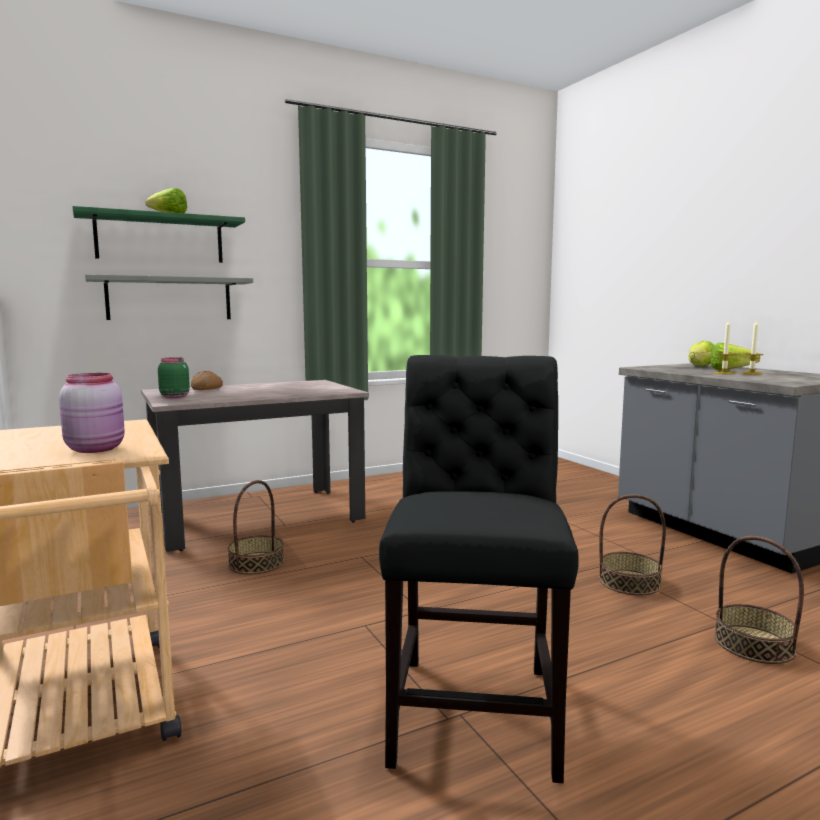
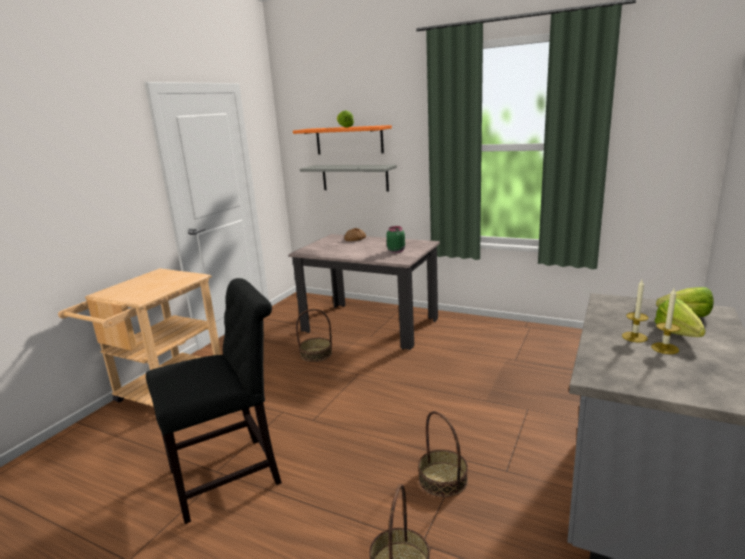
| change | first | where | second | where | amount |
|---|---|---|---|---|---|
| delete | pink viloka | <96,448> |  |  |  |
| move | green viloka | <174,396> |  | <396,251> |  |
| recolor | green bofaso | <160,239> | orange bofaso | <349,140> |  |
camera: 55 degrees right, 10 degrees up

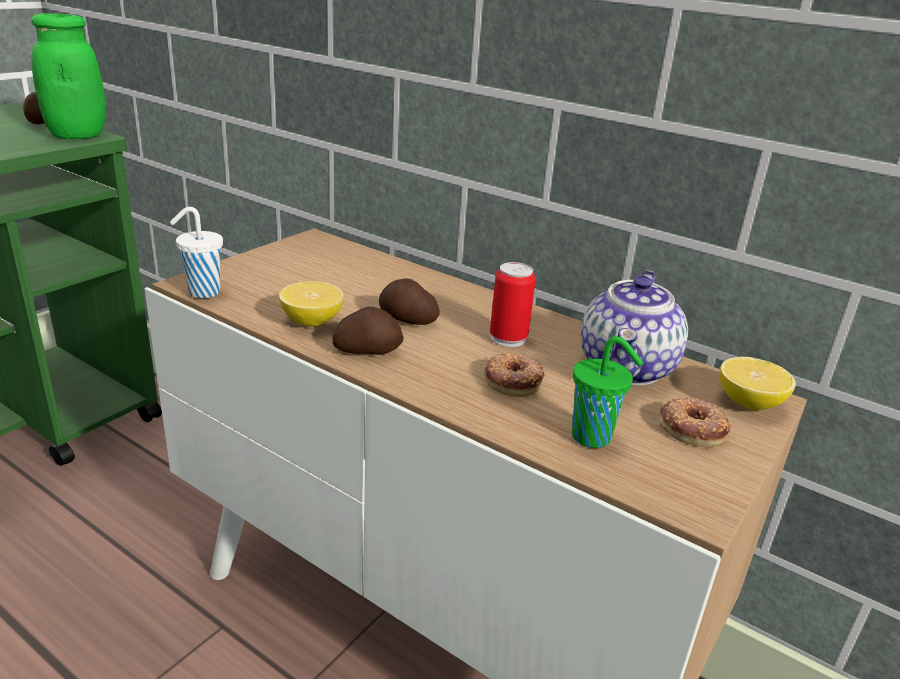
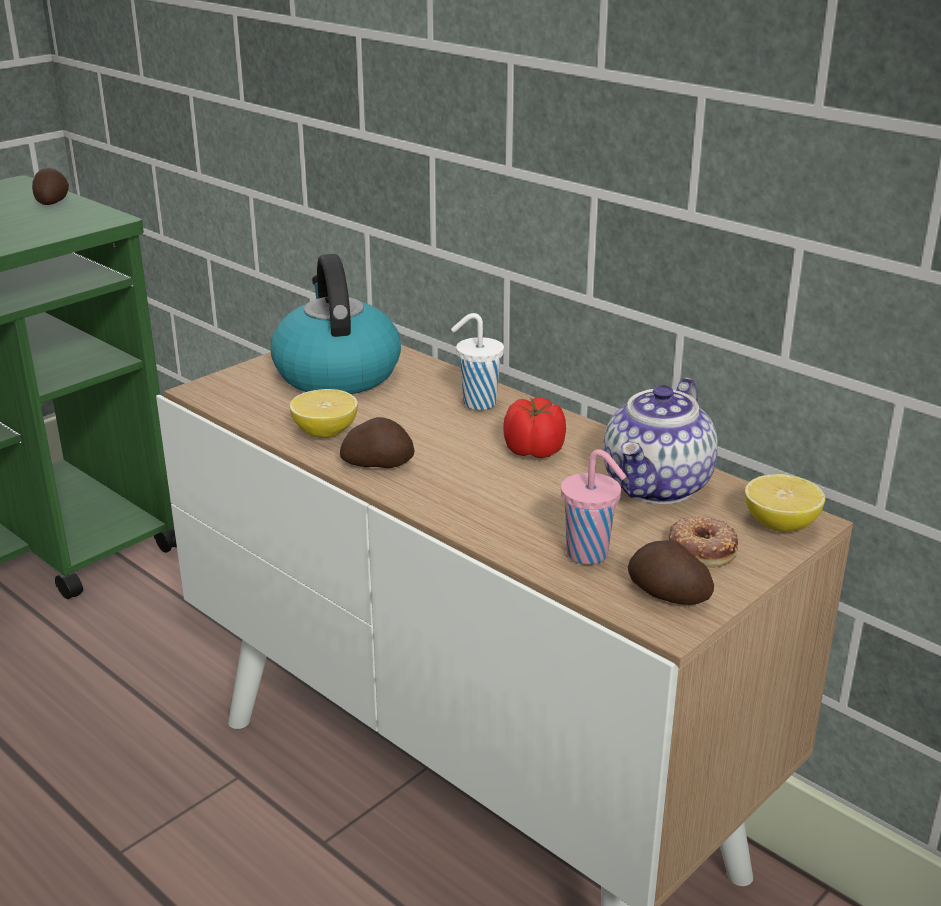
| change | first | where | second | where | amount |
|---|---|---|---|---|---|
| delete | green viloka | <77,135> |  |  |  |
| delete | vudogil | <513,380> |  |  |  |
| insert |  |  | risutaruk | <336,373> |  |
| move | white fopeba | <202,292> |  | <477,403> |  |
| move | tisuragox | <407,320> |  | <667,595> |  |
| replace | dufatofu | <508,338> | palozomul | <535,452> |  |
| recolor | green fopeba | <593,438> | pink fopeba | <590,555> |  |
camera: 10 degrees right, 0 degrees up

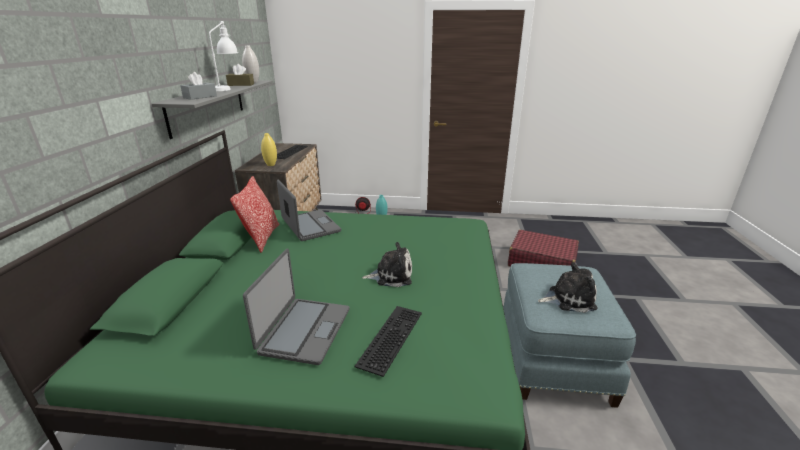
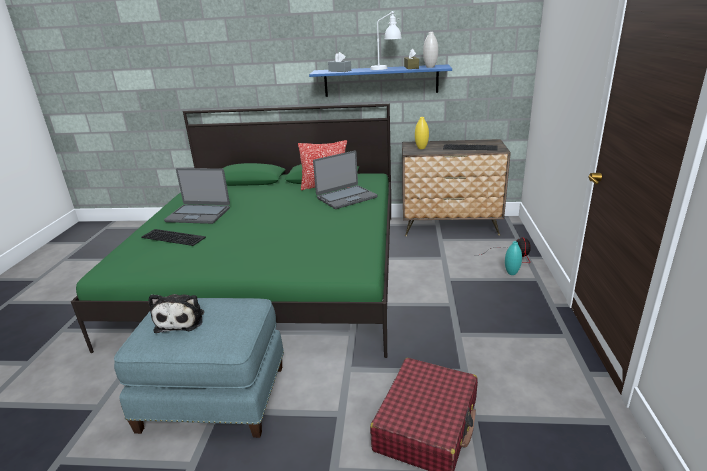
| change | first | where | second | where | amount |
|---|---|---|---|---|---|
| delete | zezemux | <391,275> |  |  |  |
| recolor | grey bofaso | <208,106> | blue bofaso | <380,81> |  |
camera: 90 degrees right, 0 degrees up

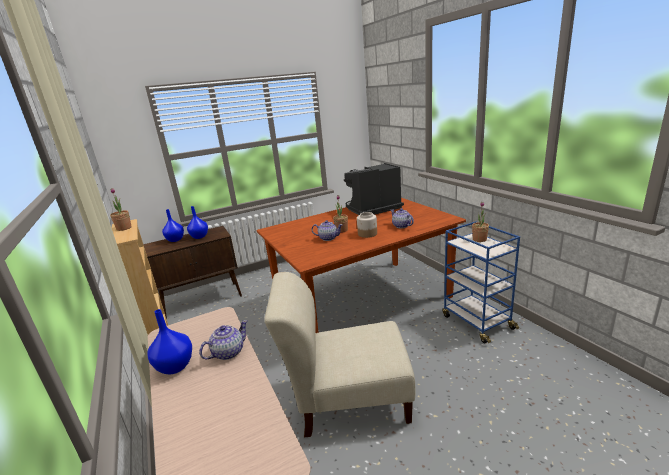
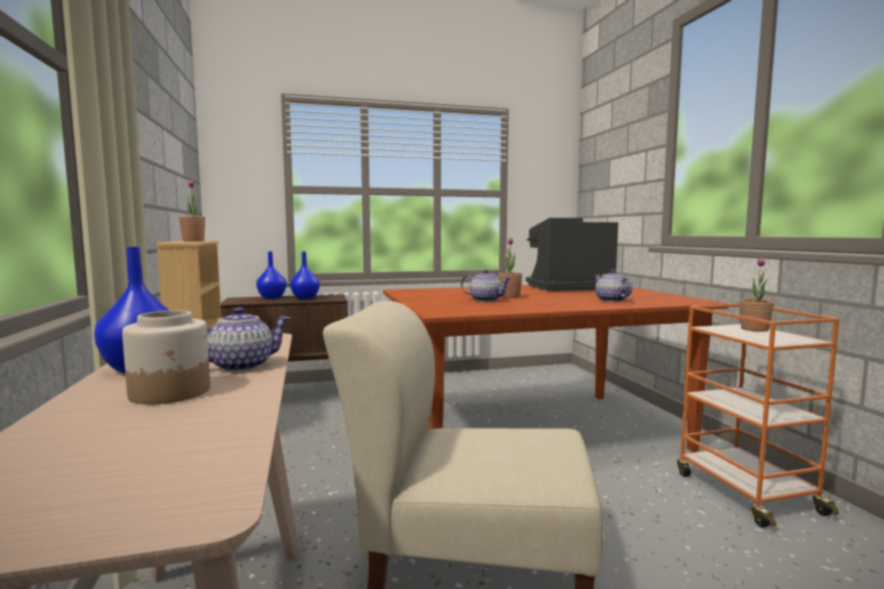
| change | first | where | second | where | amount |
|---|---|---|---|---|---|
| move | viloka | <367,234> |  | <171,392> |  |
| recolor | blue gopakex | <476,321> | orange gopakex | <745,492> |  |
camera: 10 degrees right, 15 degrees down

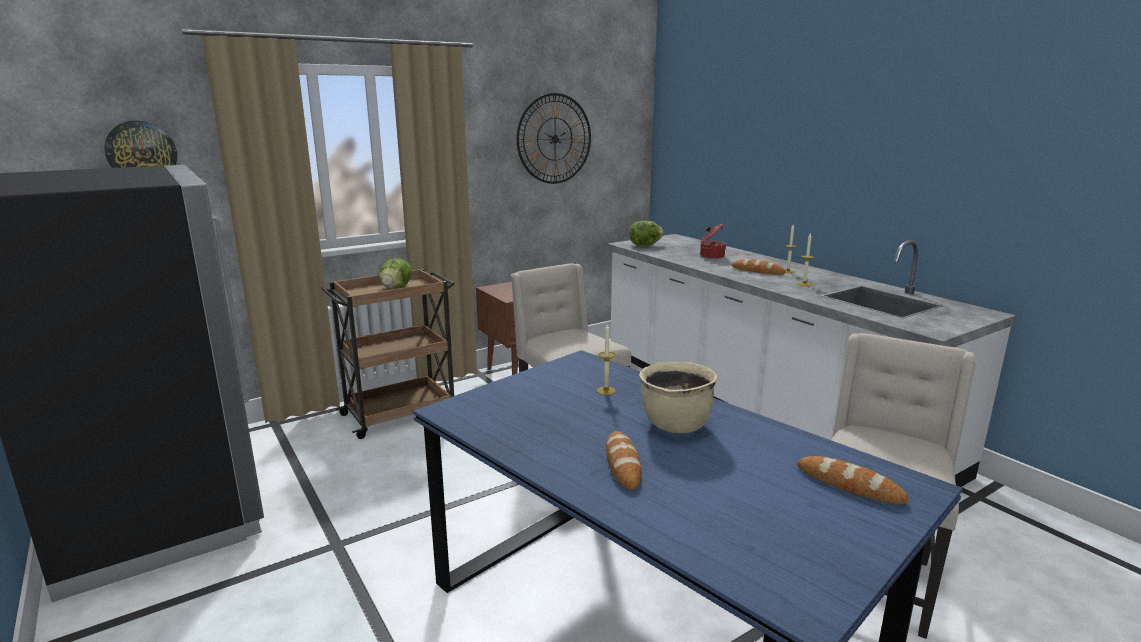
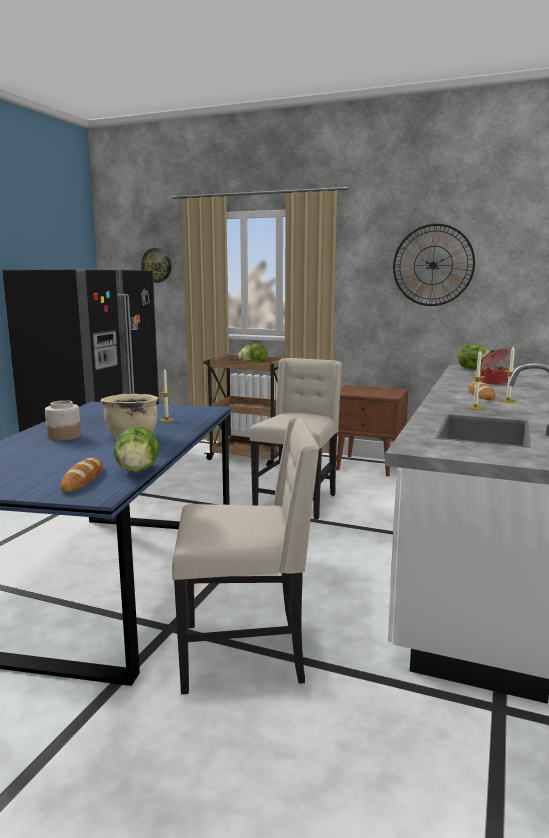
| change | first | where | second | where | amount |
|---|---|---|---|---|---|
| insert |  |  | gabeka | <137,470> |  |
| replace | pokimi | <623,463> | viloka | <64,436> |  |
camera: 55 degrees right, 5 degrees down

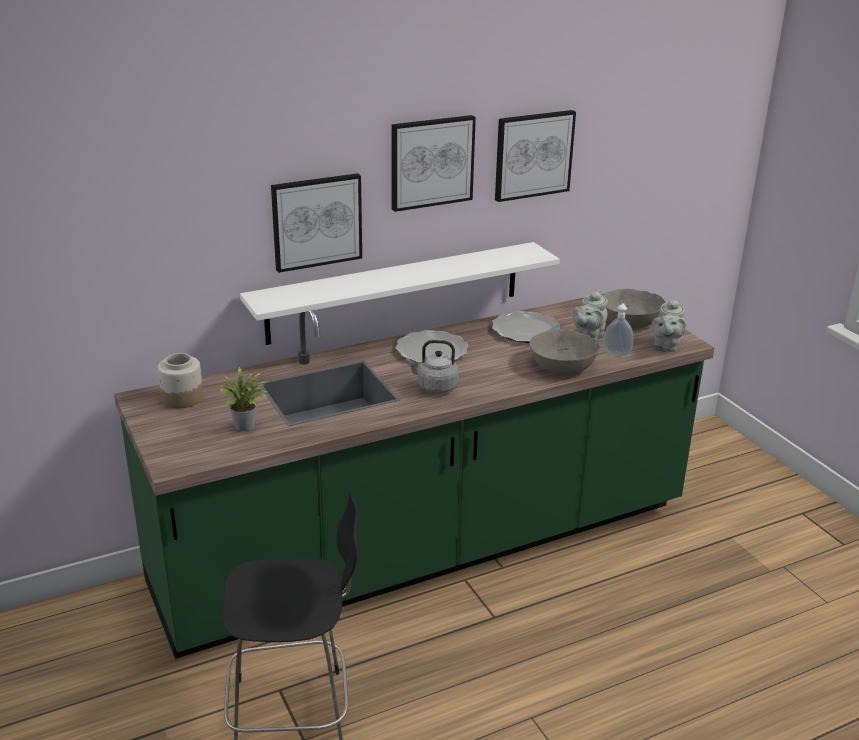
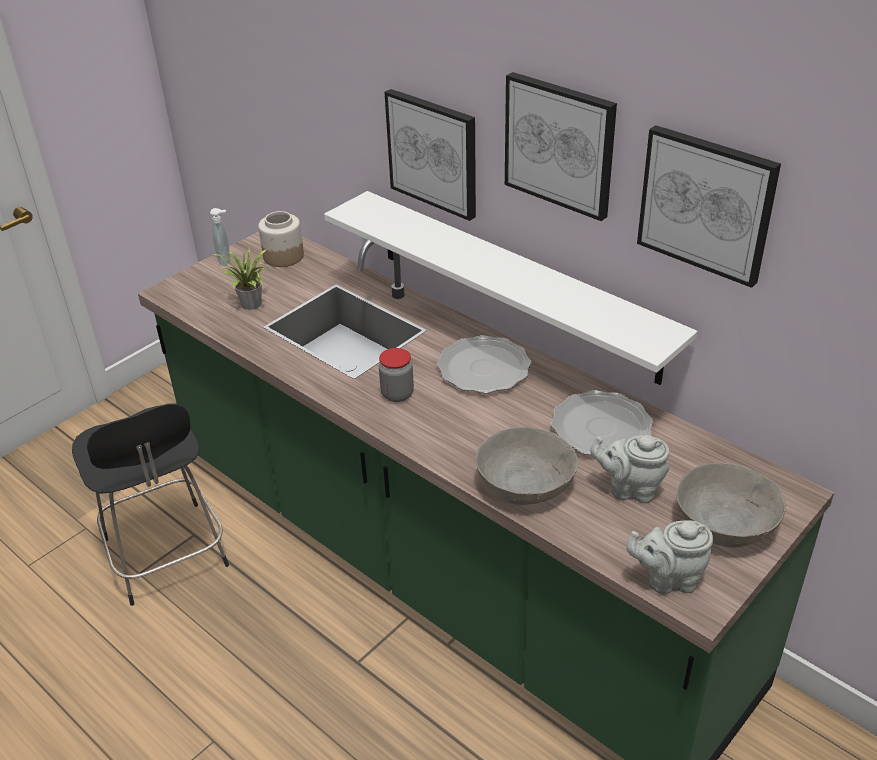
| change | first | where | second | where | amount |
|---|---|---|---|---|---|
| move | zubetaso | <617,353> |  | <226,260> |  |
| replace | grey risutaruk | <434,387> | viloka | <397,394> |  |
camera: 70 degrees right, 10 degrees up

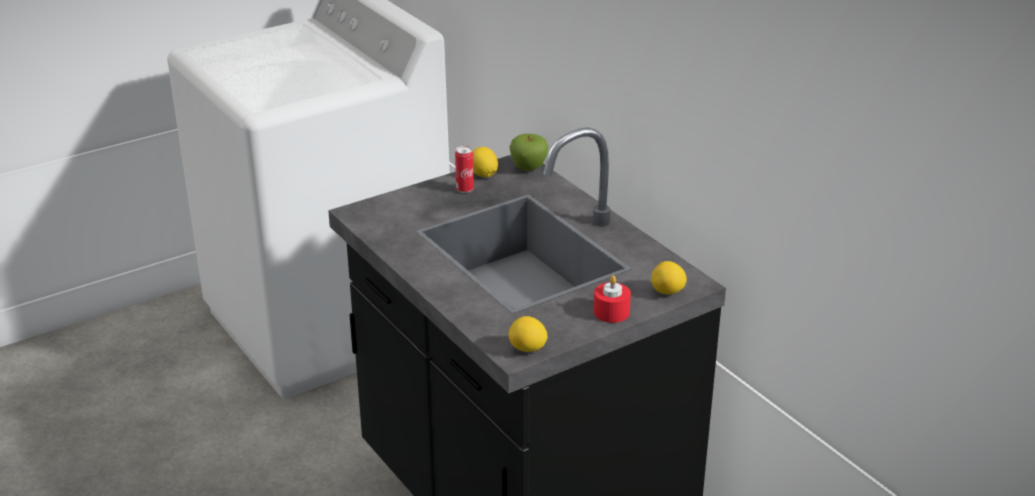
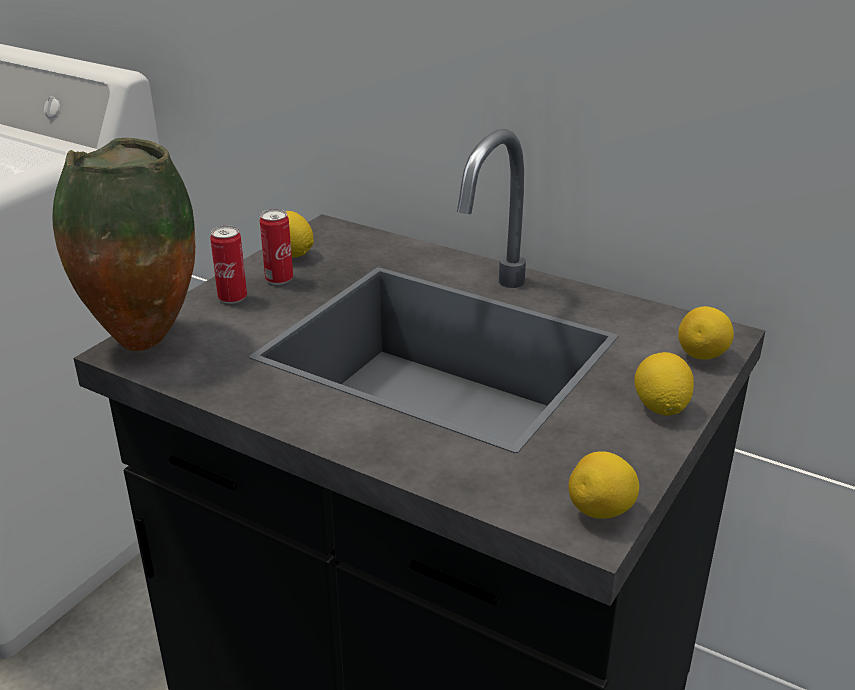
| change | first | where | second | where | amount |
|---|---|---|---|---|---|
| delete | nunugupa | <528,168> |  |  |  |
| insert |  |  | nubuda | <143,340> |  |
| insert |  |  | dufatofu | <232,298> |  |
| replace | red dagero | <611,312> | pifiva | <660,408> |  |
camera: 25 degrees left, 0 degrees up

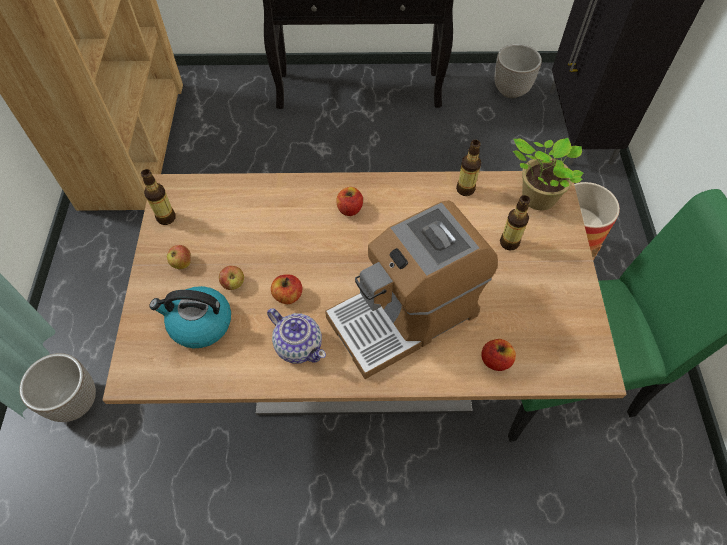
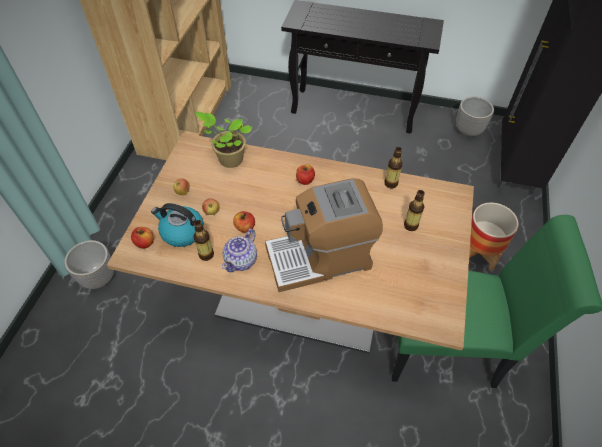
| change | first | where | second | where | amount |
|---|---|---|---|---|---|
| move | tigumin | <166,218> |  | <206,255> |  |
| move | nunugupa | <495,360> |  | <145,242> |  |
| move | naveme | <535,198> |  | <229,159> |  |
| rotate | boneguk | <298,345> |  | <241,260> | 60 degrees clockwise |
camera: 15 degrees right, 5 degrees down

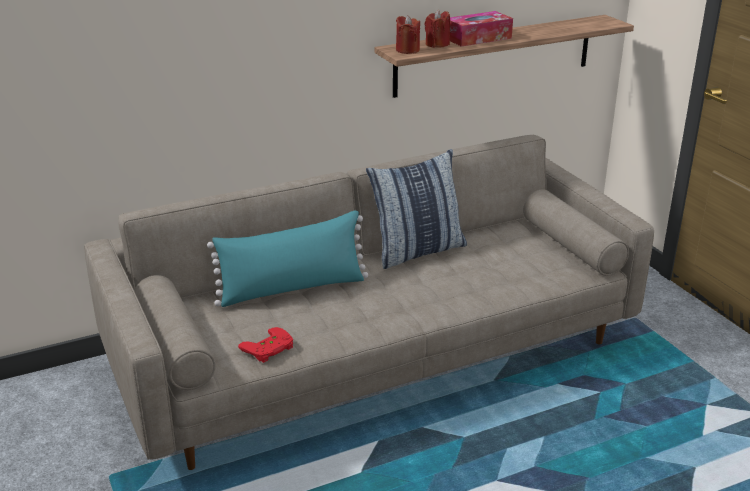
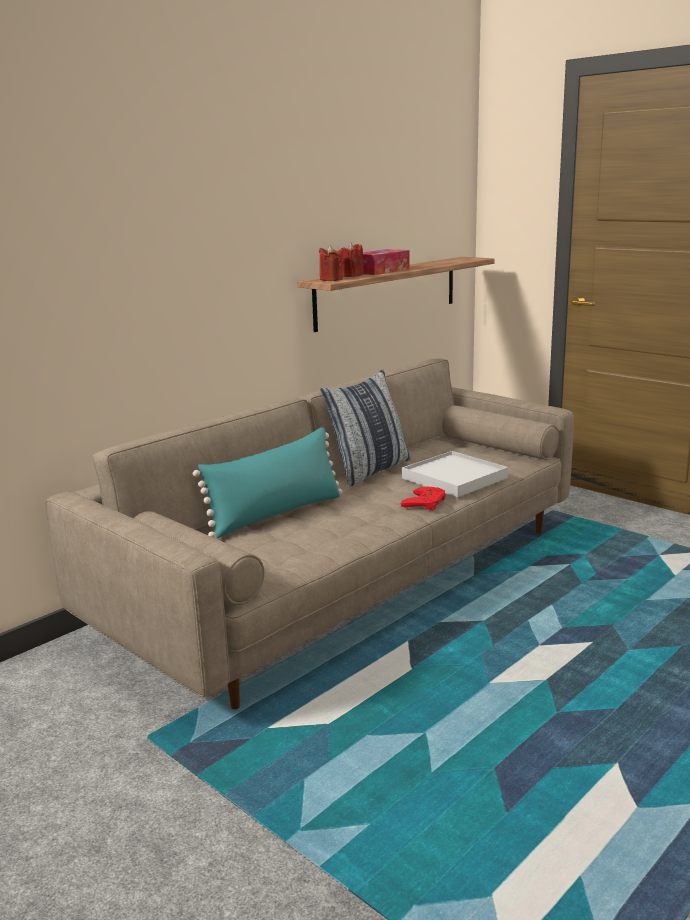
| change | first | where | second | where | amount |
|---|---|---|---|---|---|
| insert |  |  | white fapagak | <454,478> |  |
| move | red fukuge | <269,349> |  | <427,503> |  |
camera: 20 degrees left, 10 degrees down

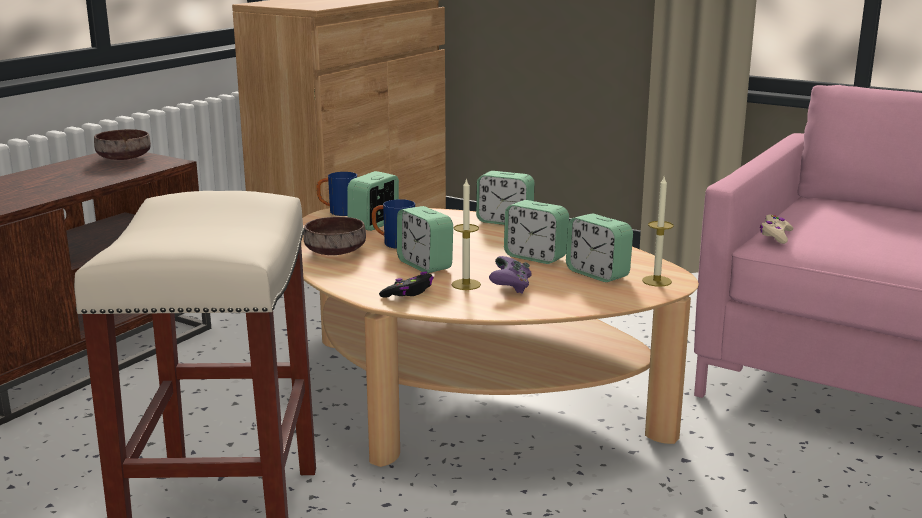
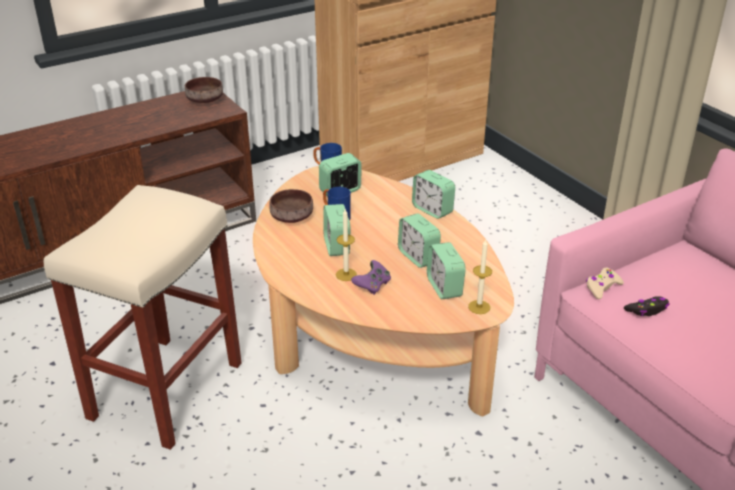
| change | first | where | second | where | amount |
|---|---|---|---|---|---|
| move | black fukuge | <409,293> |  | <647,310> |  |
camera: 25 degrees right, 15 degrees up

